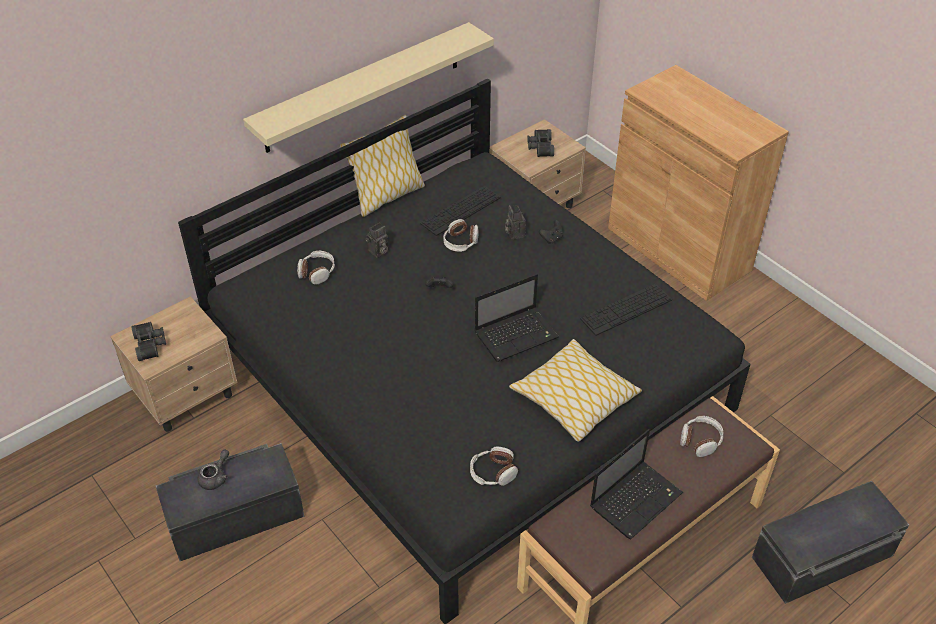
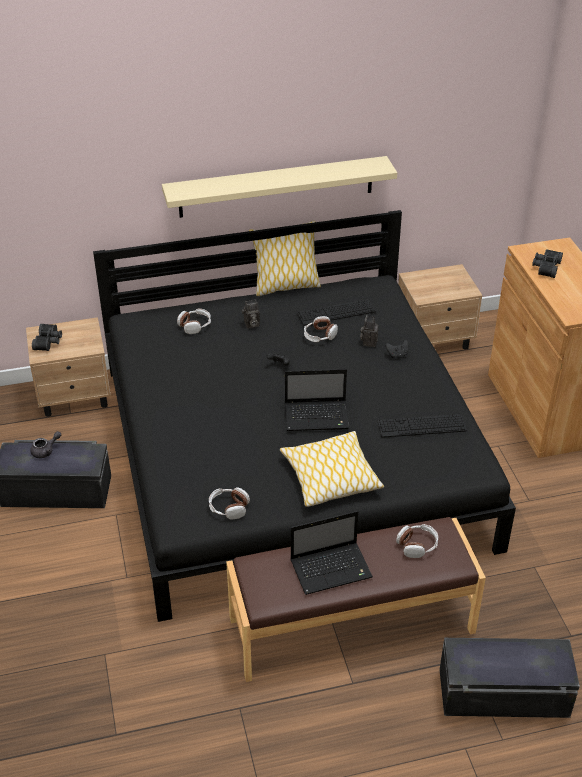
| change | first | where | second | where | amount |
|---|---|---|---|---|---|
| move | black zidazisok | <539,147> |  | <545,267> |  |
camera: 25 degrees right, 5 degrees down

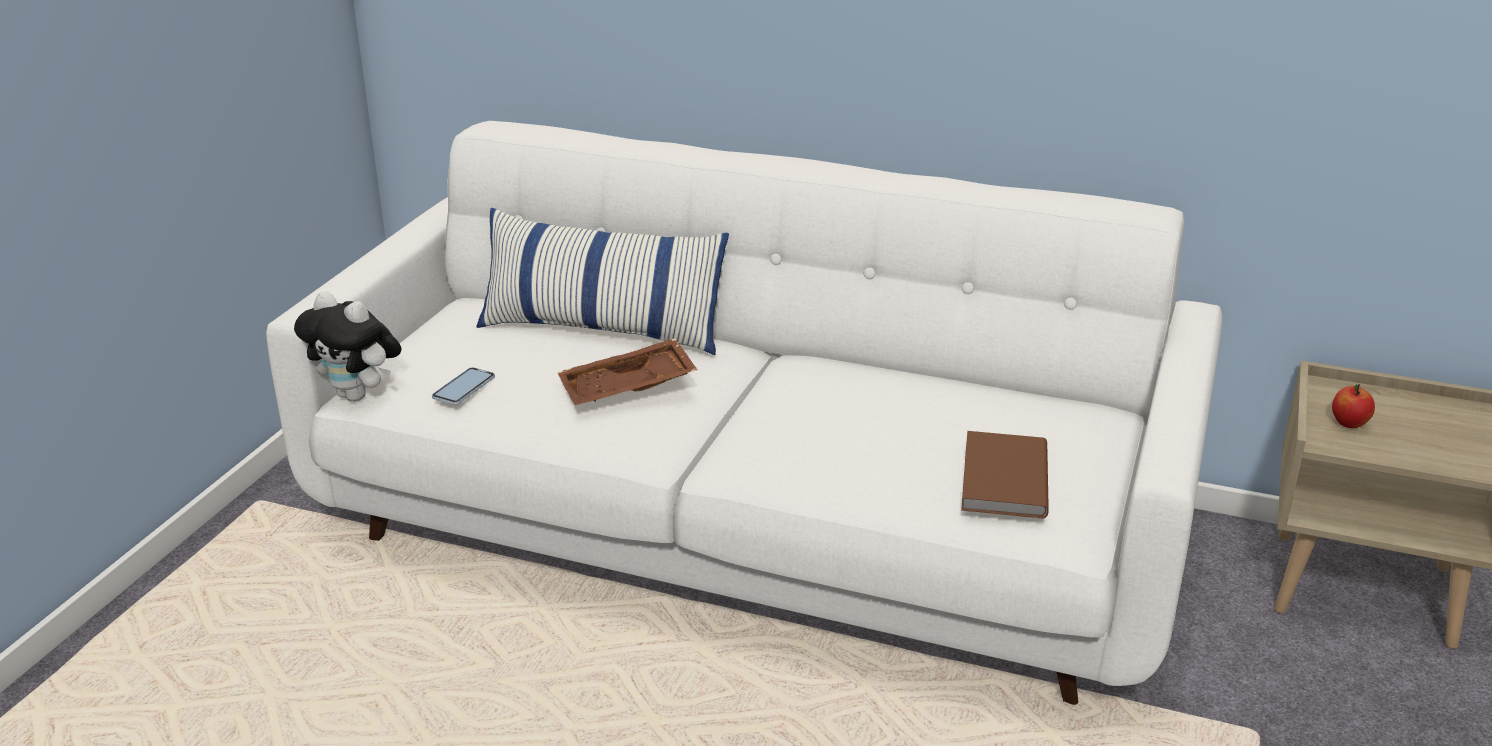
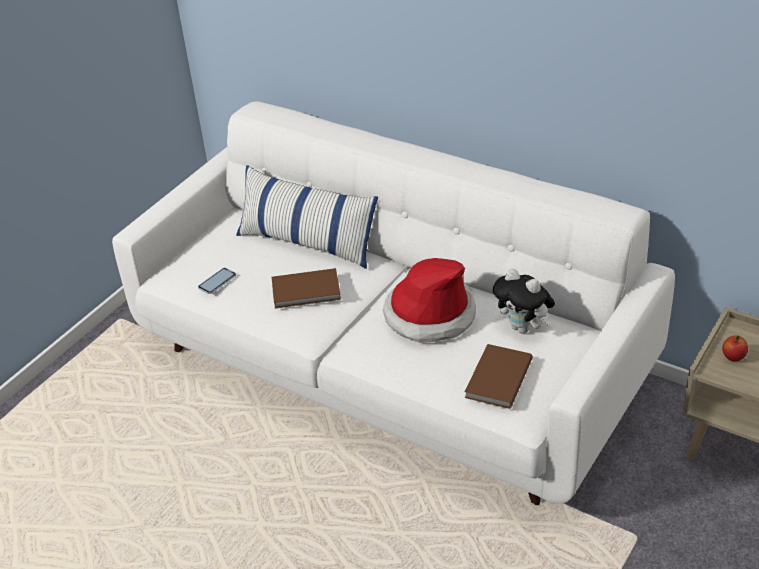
| change | first | where | second | where | amount |
|---|---|---|---|---|---|
| insert |  |  | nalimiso | <429,315> |  |
| move | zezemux | <358,395> |  | <524,328> |  |
| replace | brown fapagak | <628,389> | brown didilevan | <307,291> |  |
camera: 15 degrees right, 10 degrees up

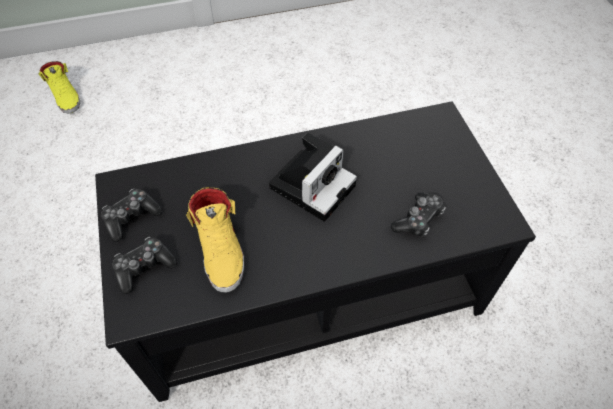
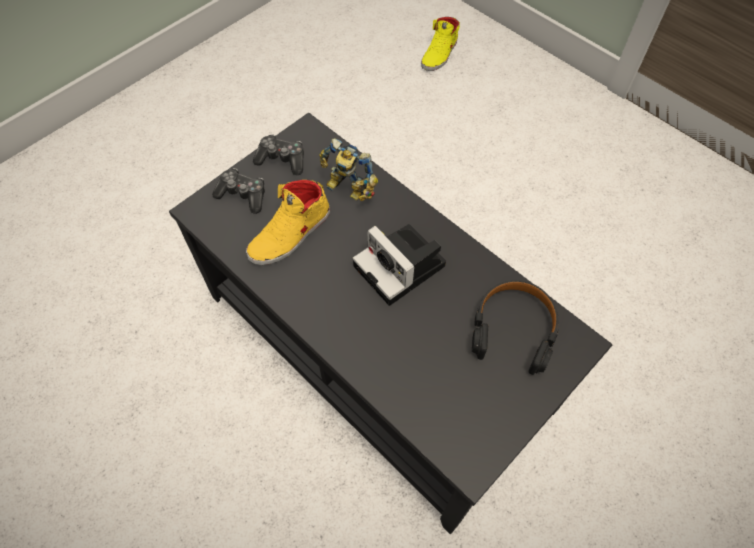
| change | first | where | second | where | amount |
|---|---|---|---|---|---|
| delete | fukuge | <418,220> |  |  |  |
| insert |  |  | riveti | <347,190> |  |
| insert |  |  | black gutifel | <513,329> |  |
| rotate | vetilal | <313,184> |  | <402,267> | 45 degrees clockwise |
camera: 60 degrees right, 5 degrees up

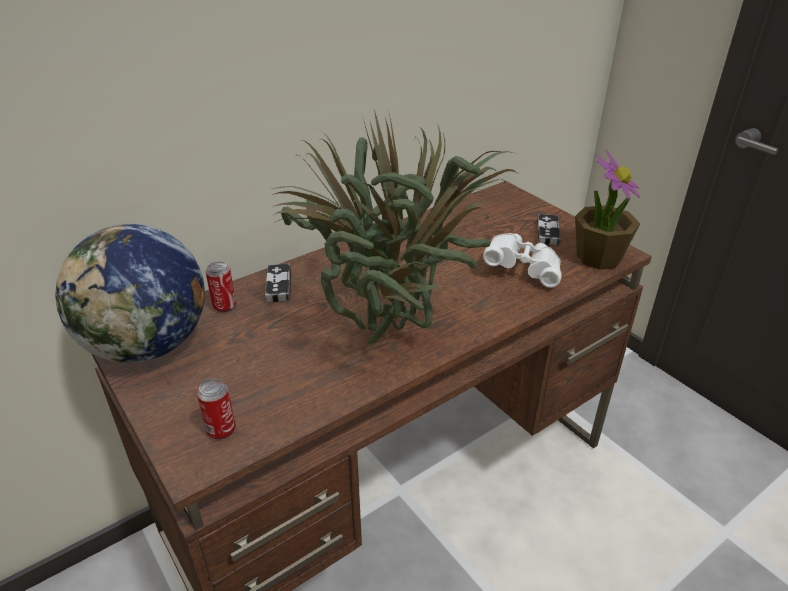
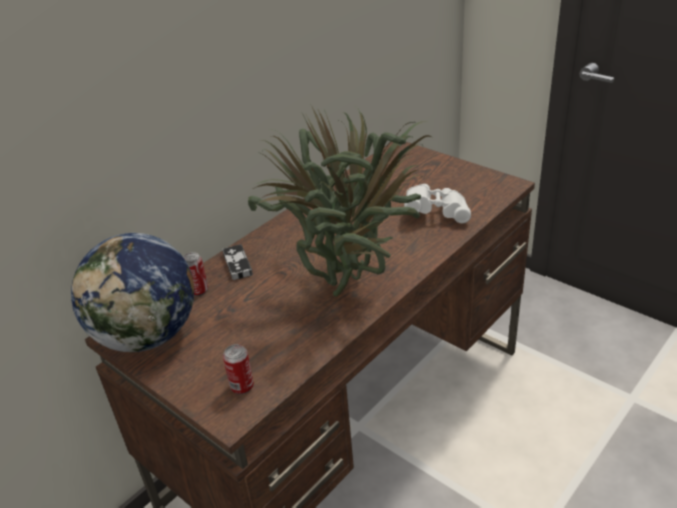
| change | first | where | second | where | amount |
|---|---|---|---|---|---|
| delete | fukuge | <548,232> |  |  |  |
| delete | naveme | <598,257> |  |  |  |
camera: 10 degrees left, 0 degrees up

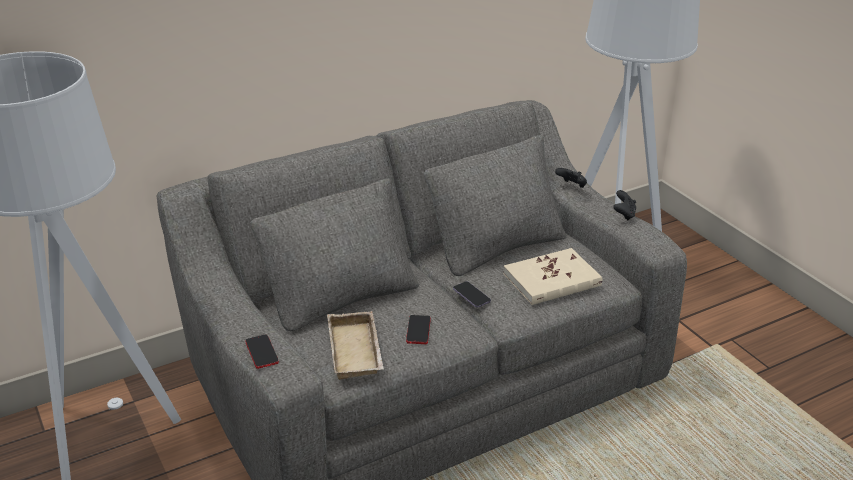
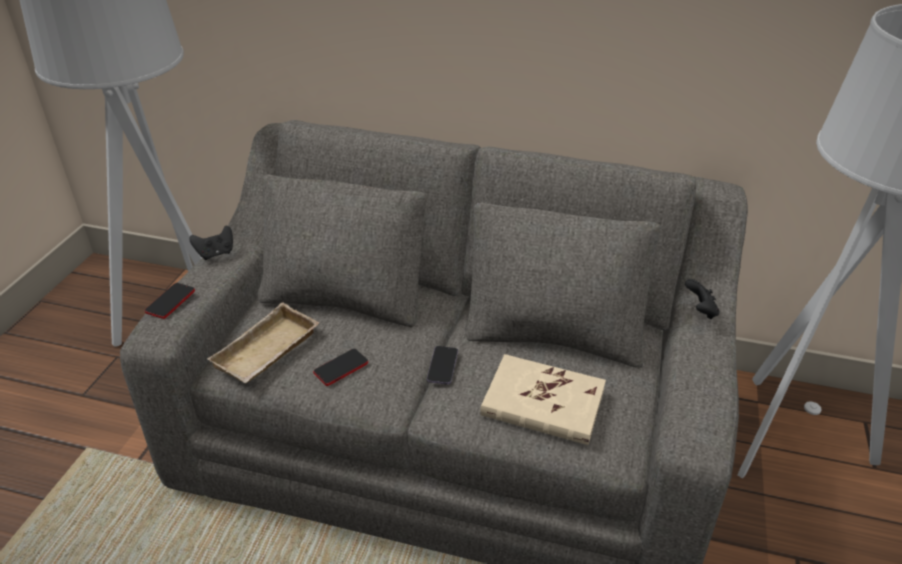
| change | first | where | second | where | amount |
|---|---|---|---|---|---|
| move | black fukuge | <624,214> |  | <216,253> |  |
camera: 45 degrees right, 5 degrees up

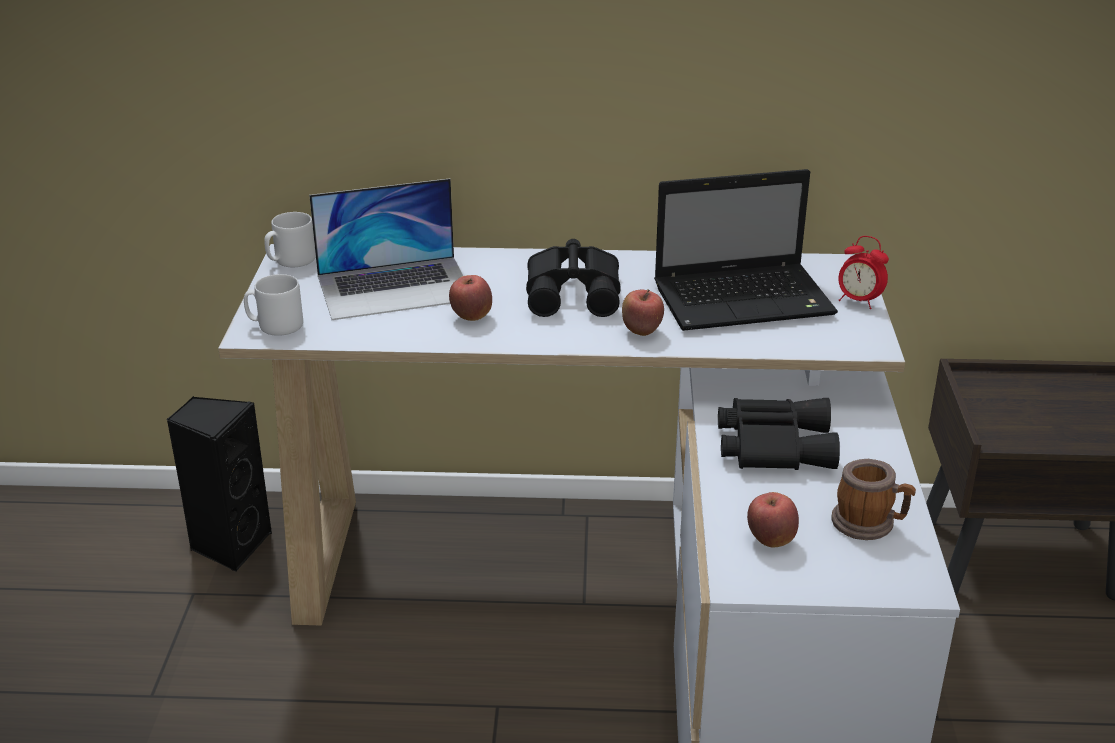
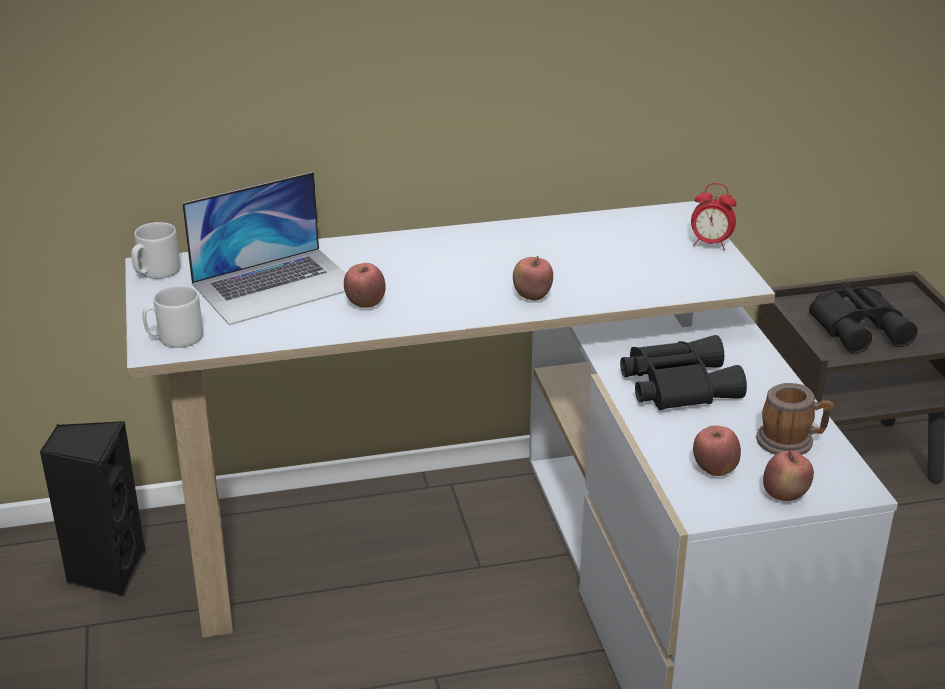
| change | first | where | second | where | amount |
|---|---|---|---|---|---|
| delete | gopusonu | <746,299> |  |  |  |
| insert |  |  | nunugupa | <785,496> |  |
| move | black zidazisok | <575,292> |  | <859,327> |  |
camera: 15 degrees left, 0 degrees up

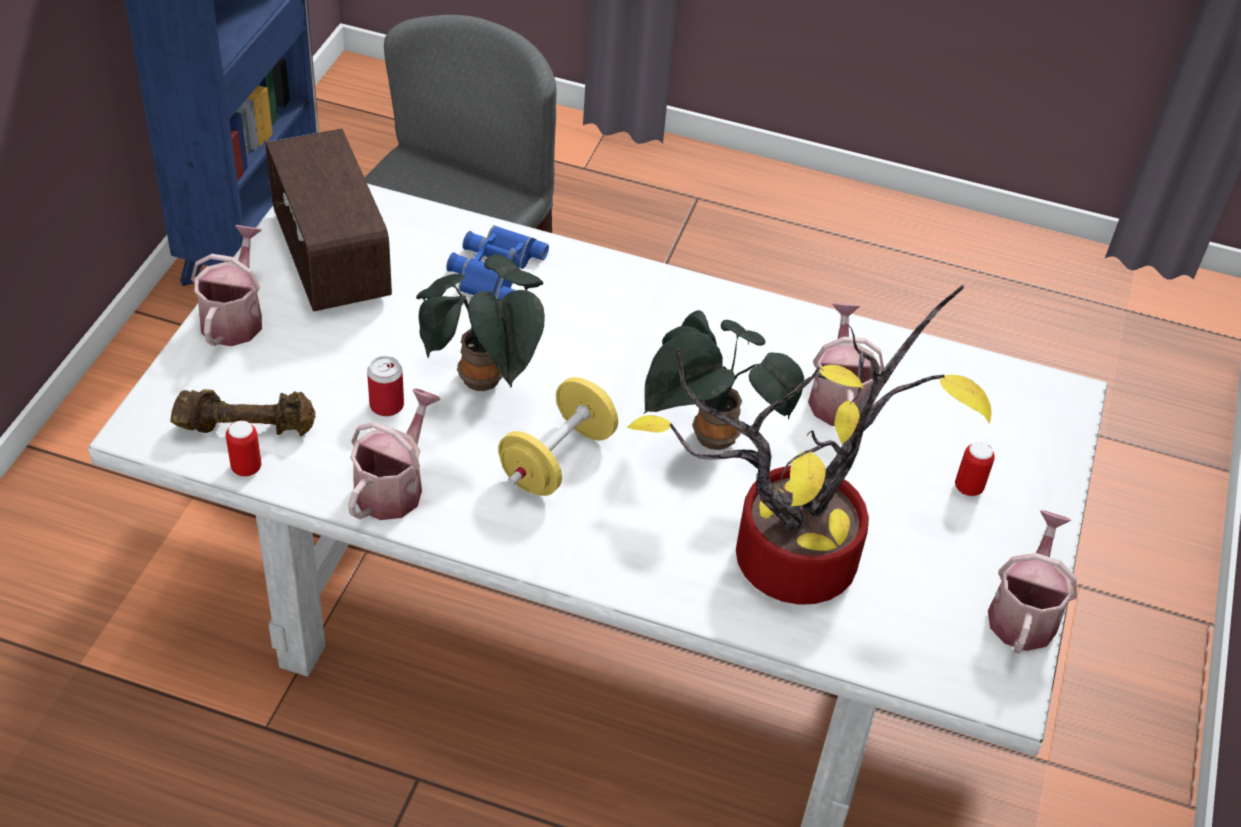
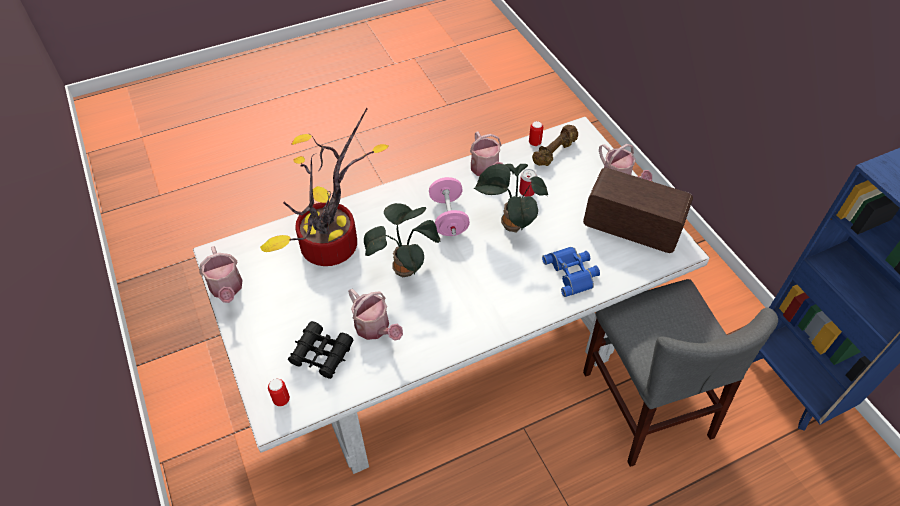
| change | first | where | second | where | amount |
|---|---|---|---|---|---|
| insert |  |  | black zidazisok | <321,354> |  |
| move | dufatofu | <968,488> |  | <281,400> |  |
| recolor | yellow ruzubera | <557,460> | pink ruzubera | <448,217> |  |
camera: 140 degrees right, 5 degrees up

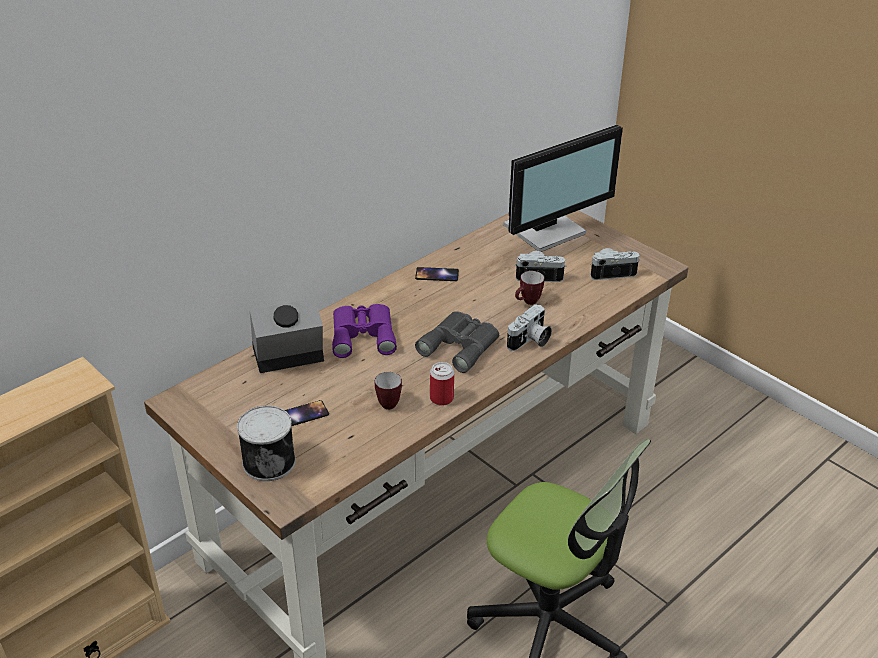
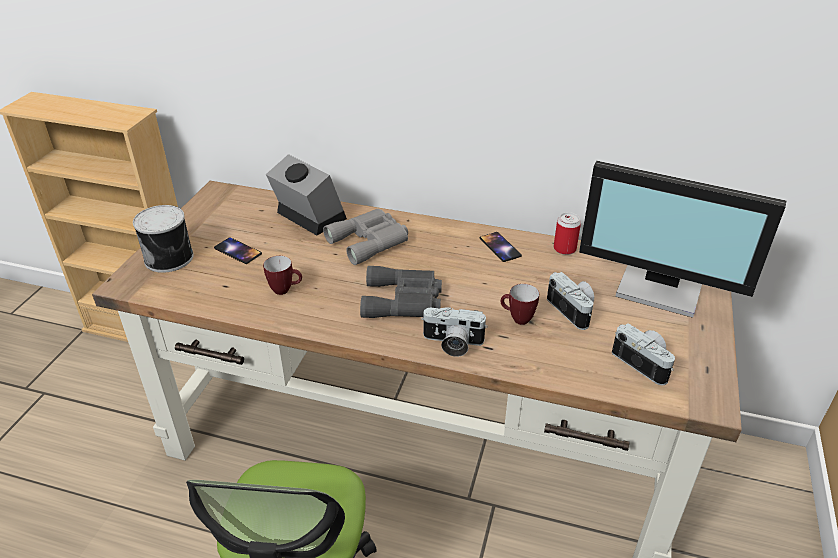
| change | first | where | second | where | amount |
|---|---|---|---|---|---|
| move | dufatofu | <441,398> |  | <564,249> |  |
| recolor | purple zidazisok | <363,334> | grey zidazisok | <371,241> |  |
camera: 60 degrees right, 0 degrees up

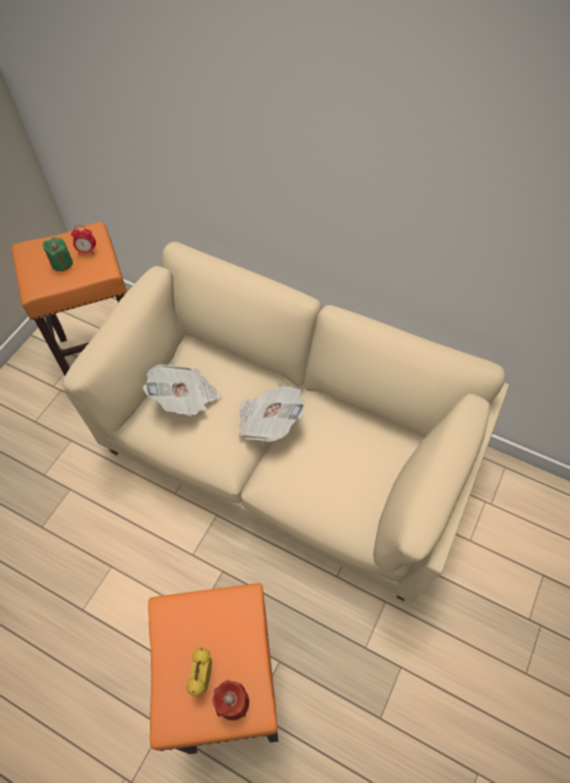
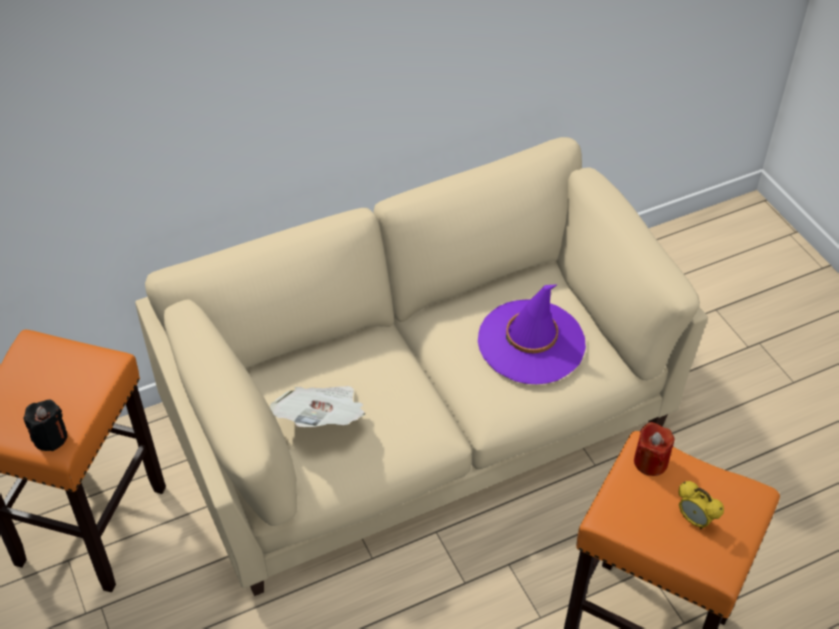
| change | first | where | second | where | amount |
|---|---|---|---|---|---|
| delete | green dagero | <62,263> |  |  |  |
| delete | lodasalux | <87,251> |  |  |  |
| delete | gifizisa | <269,421> |  |  |  |
| insert |  |  | black dagero | <50,437> |  |
| insert |  |  | purple nalimiso | <531,342> |  |
| move | red dagero | <233,702> |  | <650,462> |  |
camera: 55 degrees left, 10 degrees down

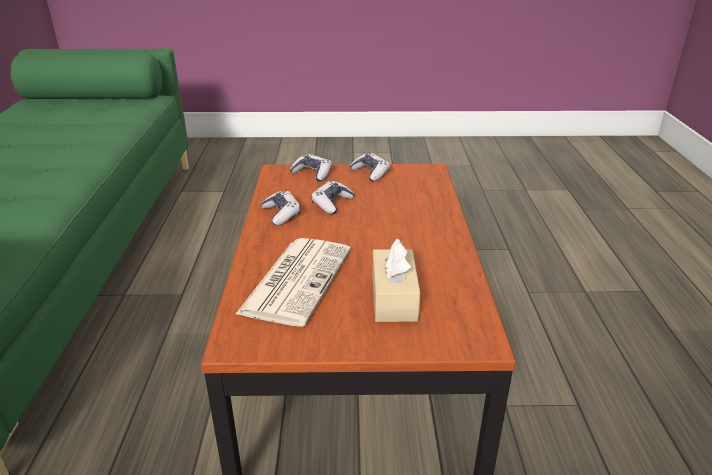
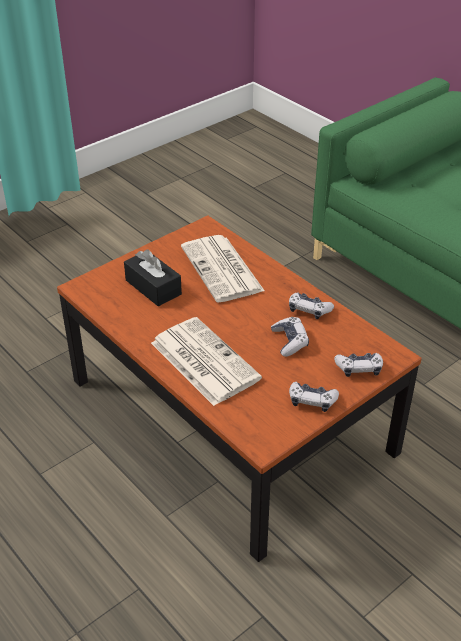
| change | first | where | second | where | amount |
|---|---|---|---|---|---|
| insert |  |  | gifizisa | <203,360> |  |
| recolor | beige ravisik | <394,297> | black ravisik | <153,287> |  |
camera: 140 degrees right, 10 degrees up

